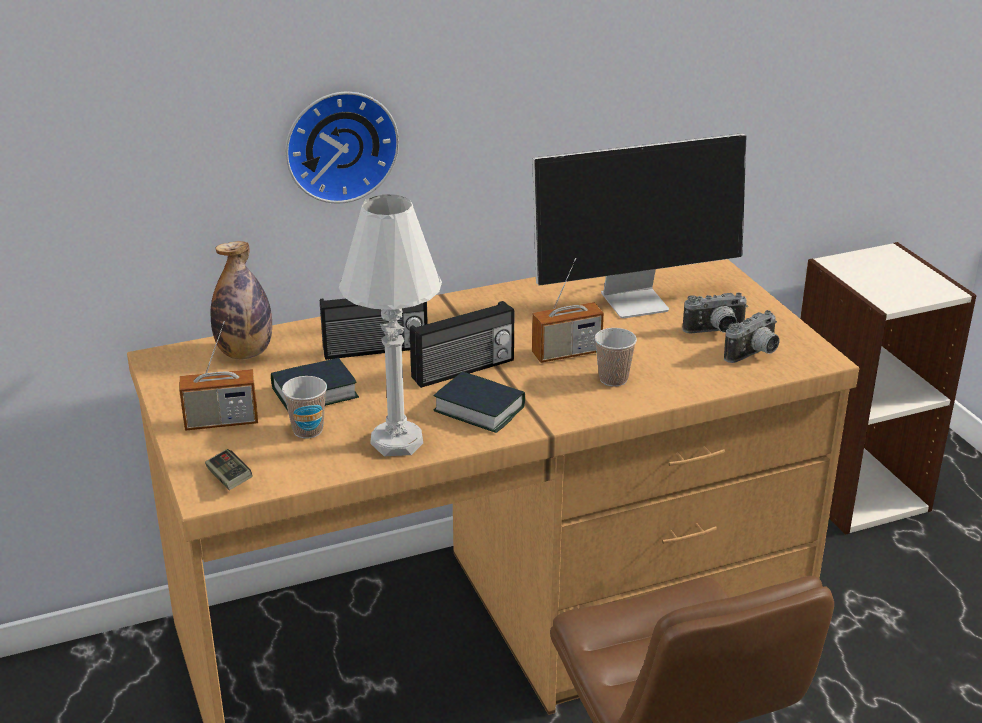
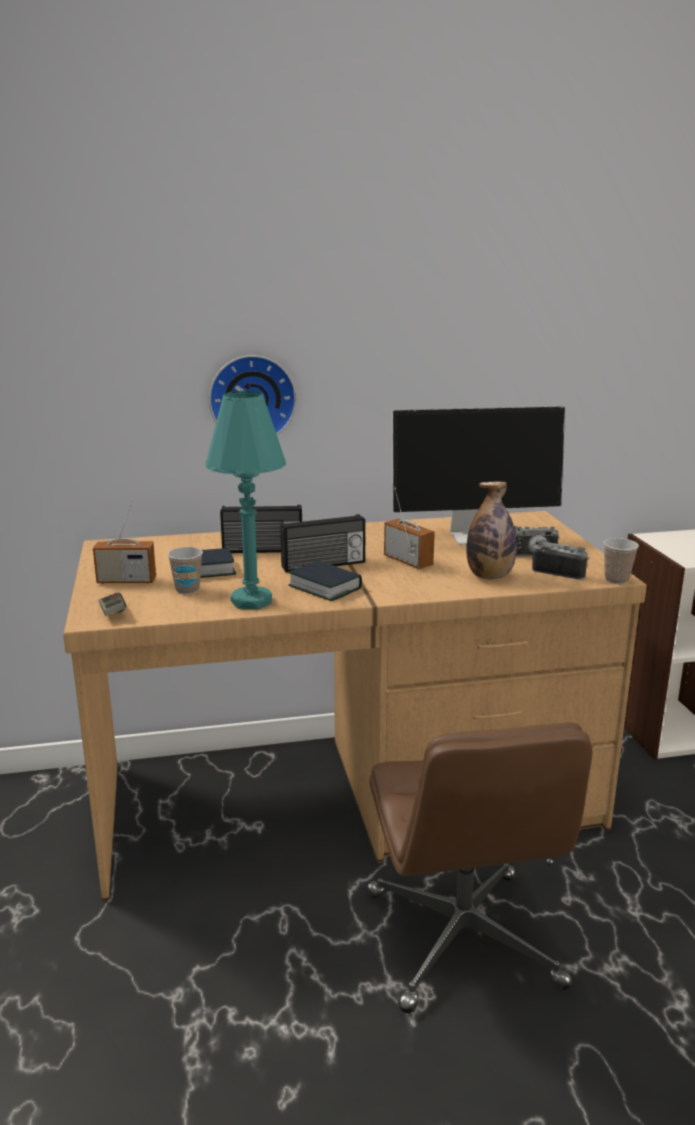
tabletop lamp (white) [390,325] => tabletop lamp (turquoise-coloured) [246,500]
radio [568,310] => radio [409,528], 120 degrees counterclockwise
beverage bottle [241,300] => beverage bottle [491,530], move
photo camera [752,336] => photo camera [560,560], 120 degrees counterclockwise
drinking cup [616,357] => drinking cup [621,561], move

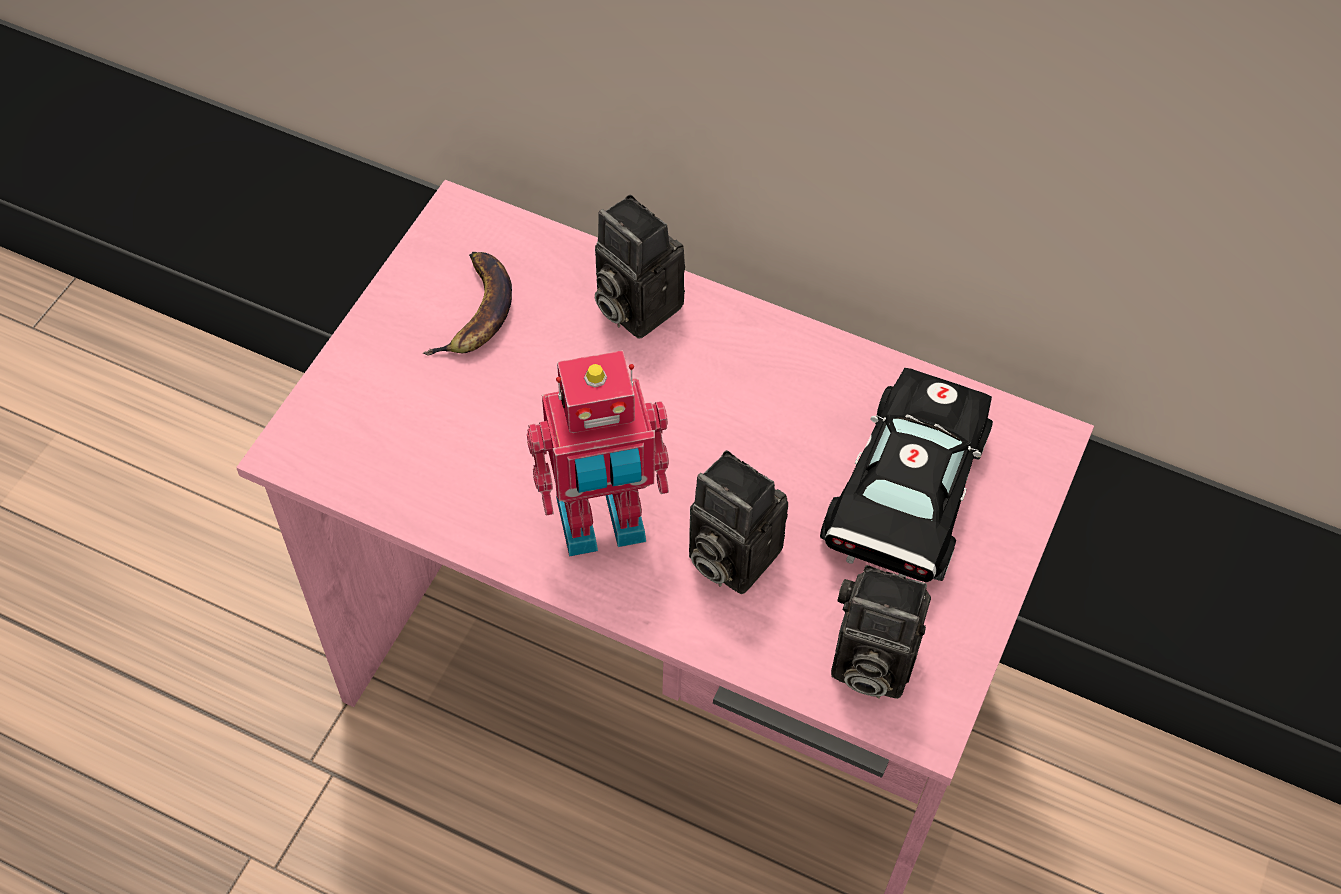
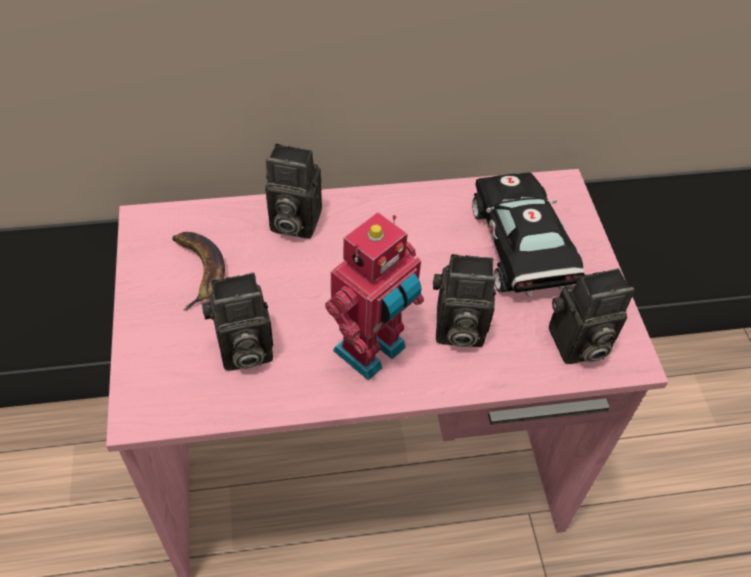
nothing => photo camera [237,321]

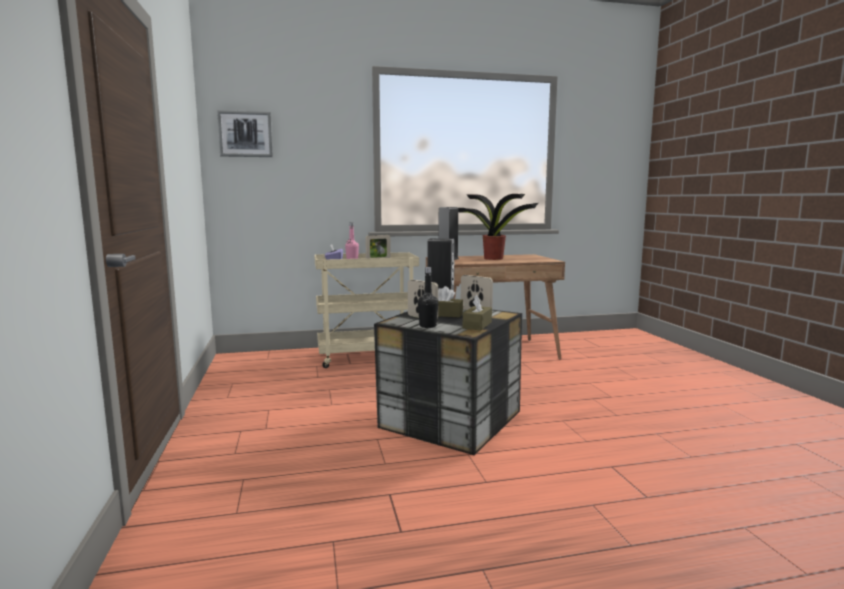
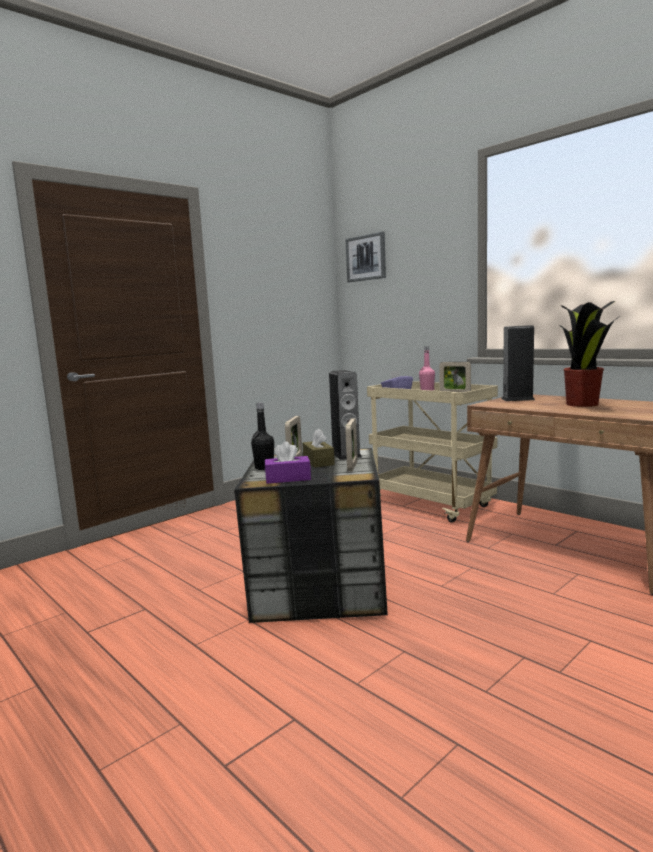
tissue box (brown) [477,312] => tissue box (purplish) [288,463]

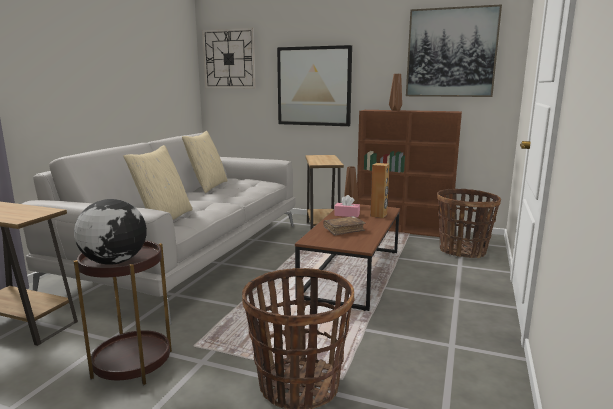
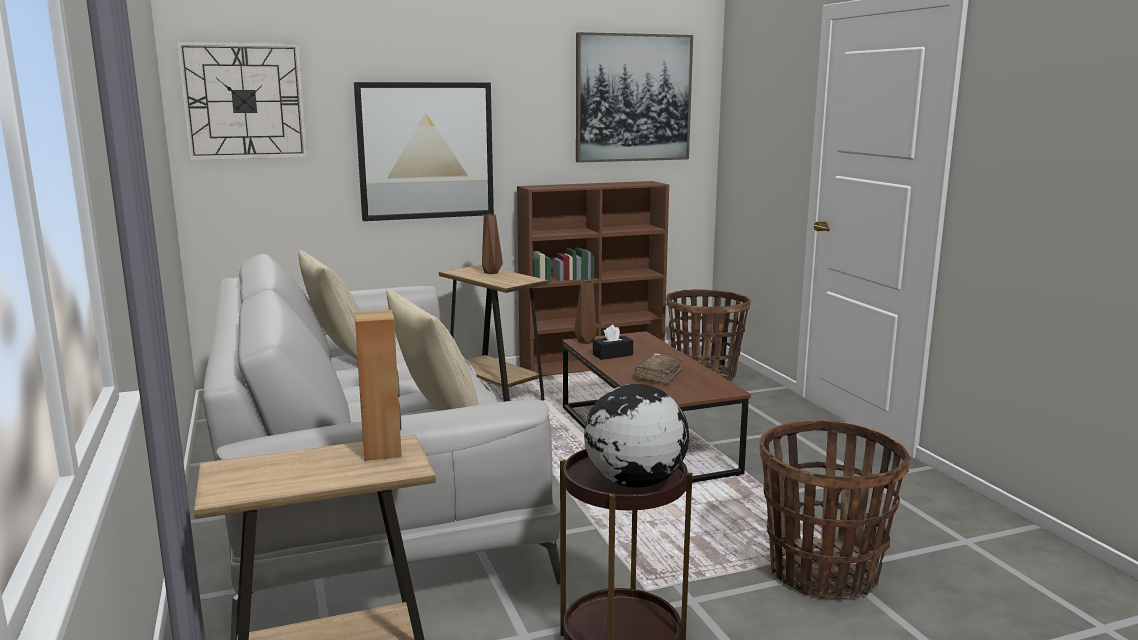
speaker (brown) [380,190] => speaker (brown) [378,385], move
decorative vase (brown) [395,92] => decorative vase (brown) [492,244], move
tissue box (pink-coloured) [347,206] => tissue box (black) [613,342]

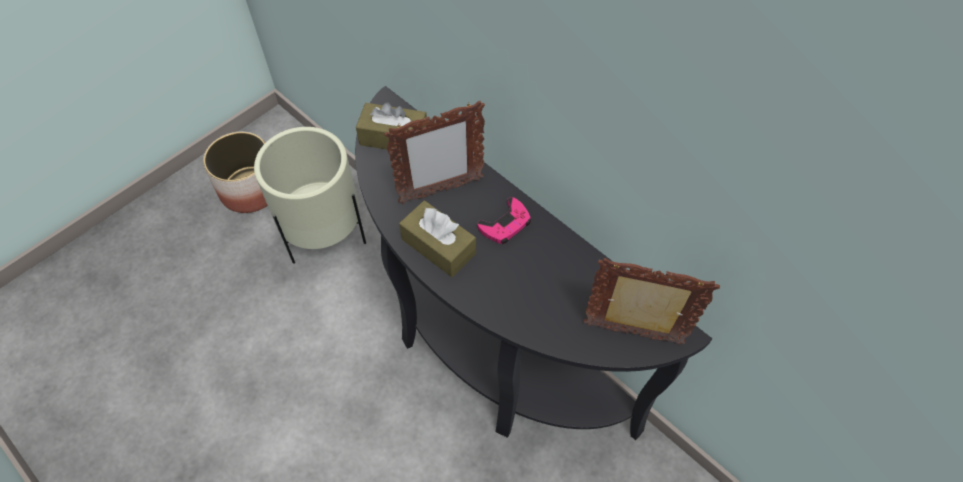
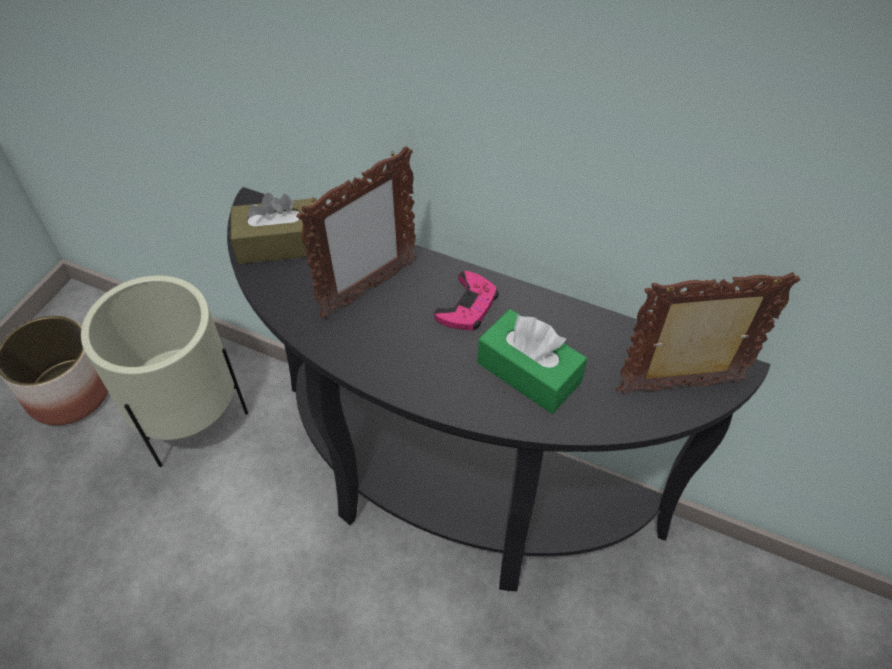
nothing => tissue box (greenish) [532,361]
tissue box (brown) [437,238] => nothing

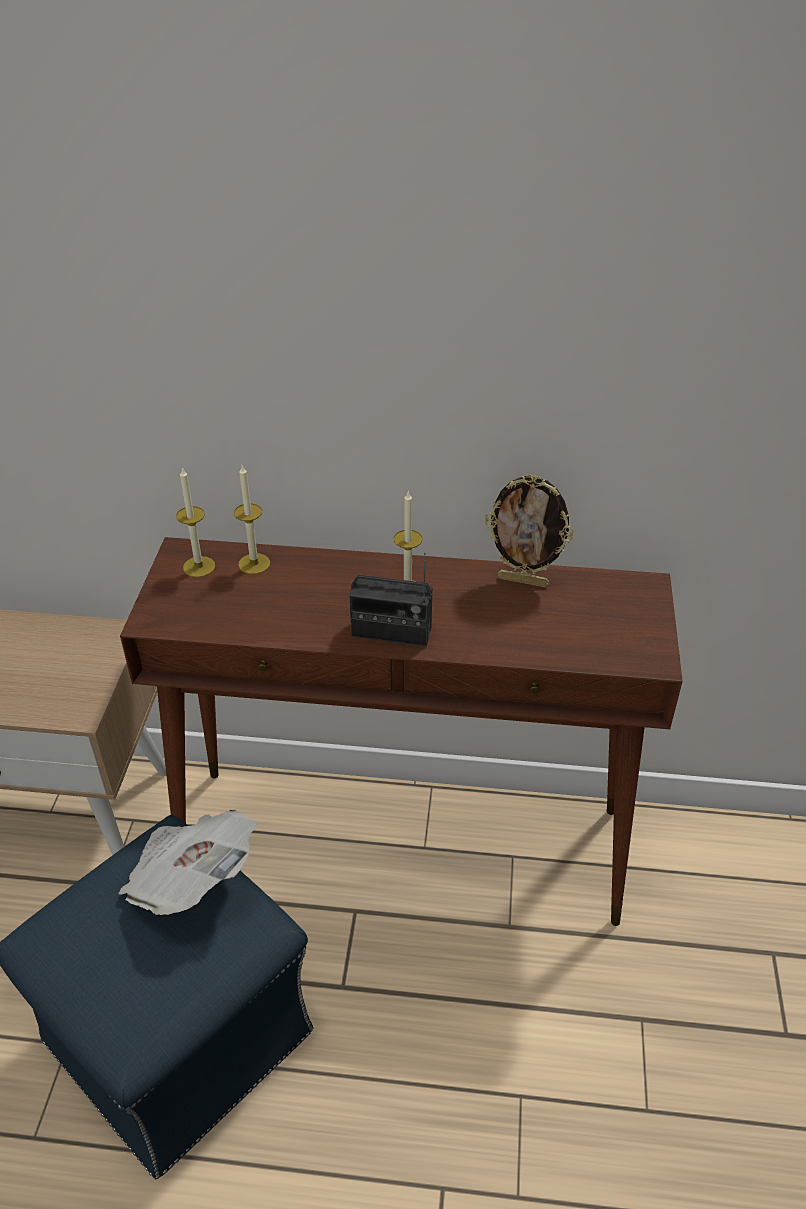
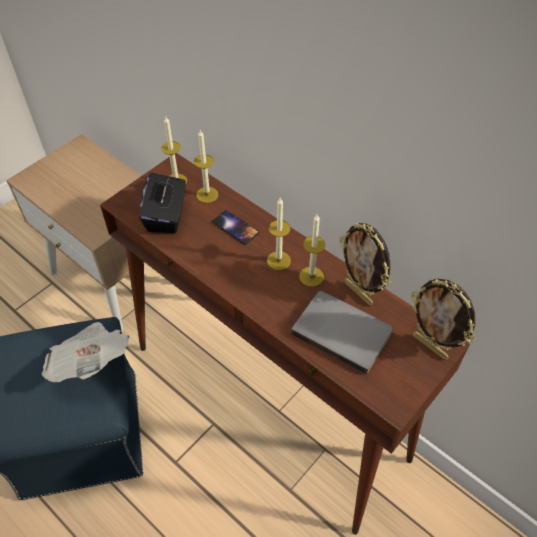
nothing => tissue box (black) [162,203]
nothing => phone [235,227]
nothing => book (grey) [342,333]
nothing => wax candle [312,250]
nothing => standing frame [443,319]
radio [391,599] => nothing

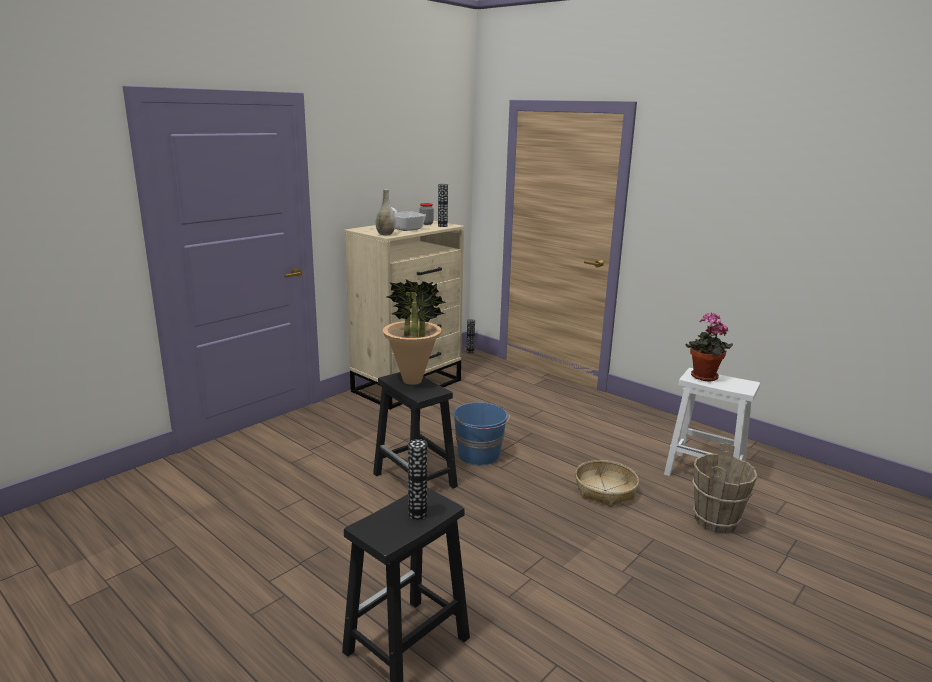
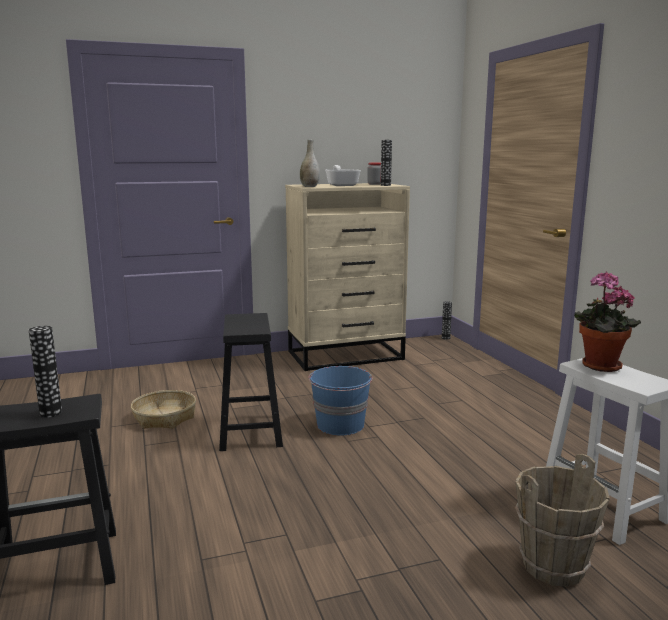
household basket [607,483] => household basket [163,409], move
houseplant [414,332] => nothing

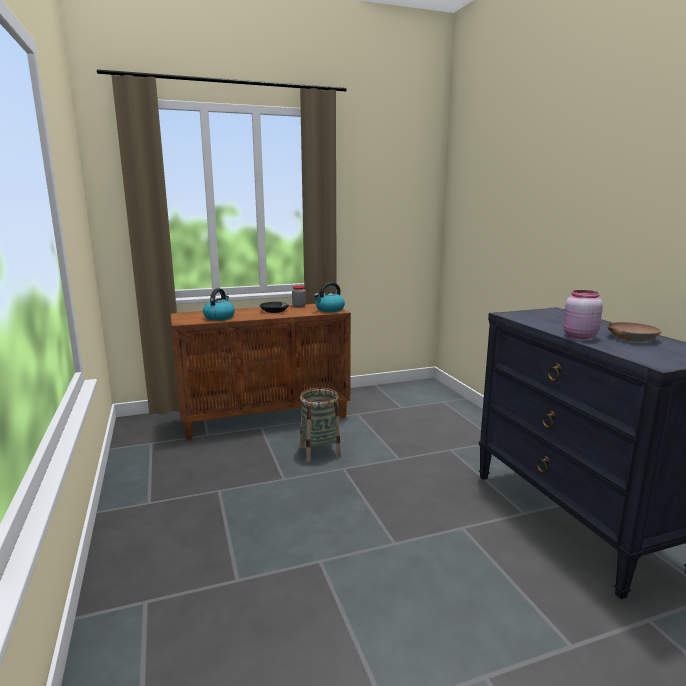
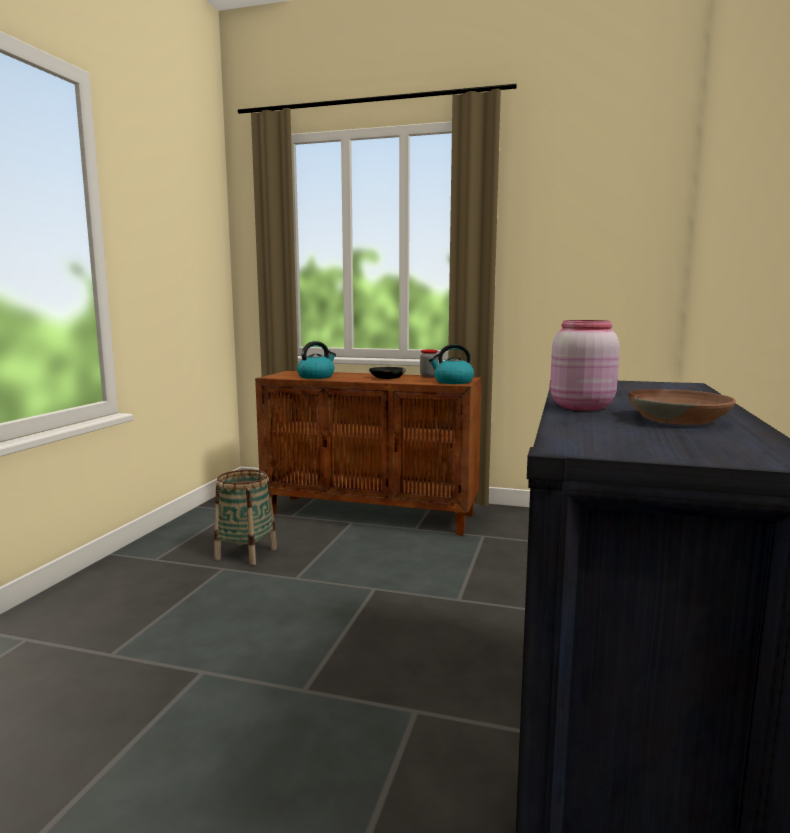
household basket [320,425] => household basket [245,518], move

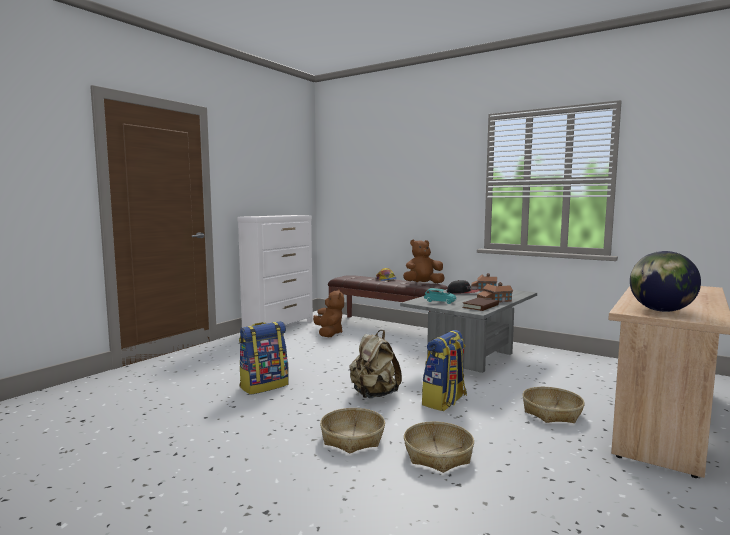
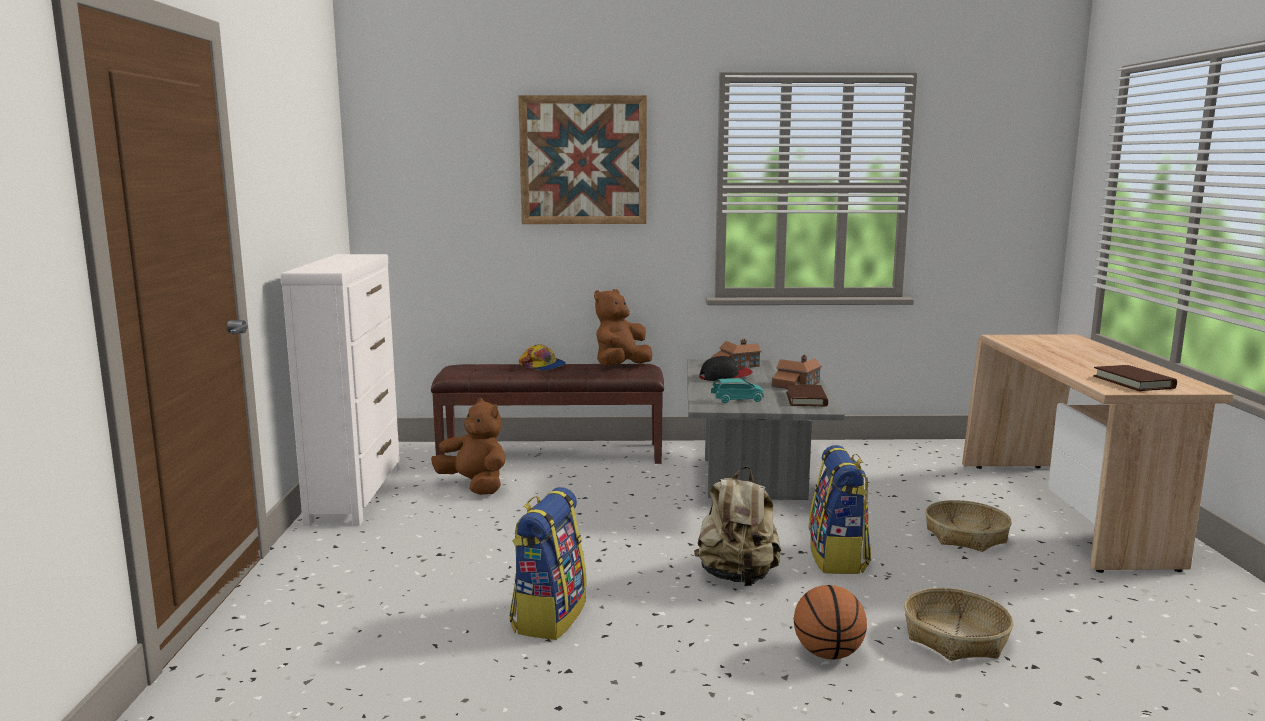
nothing => picture [582,159]
household basket [352,430] => basketball ball [830,622]
globe [665,281] => book (brown) [1135,378]

